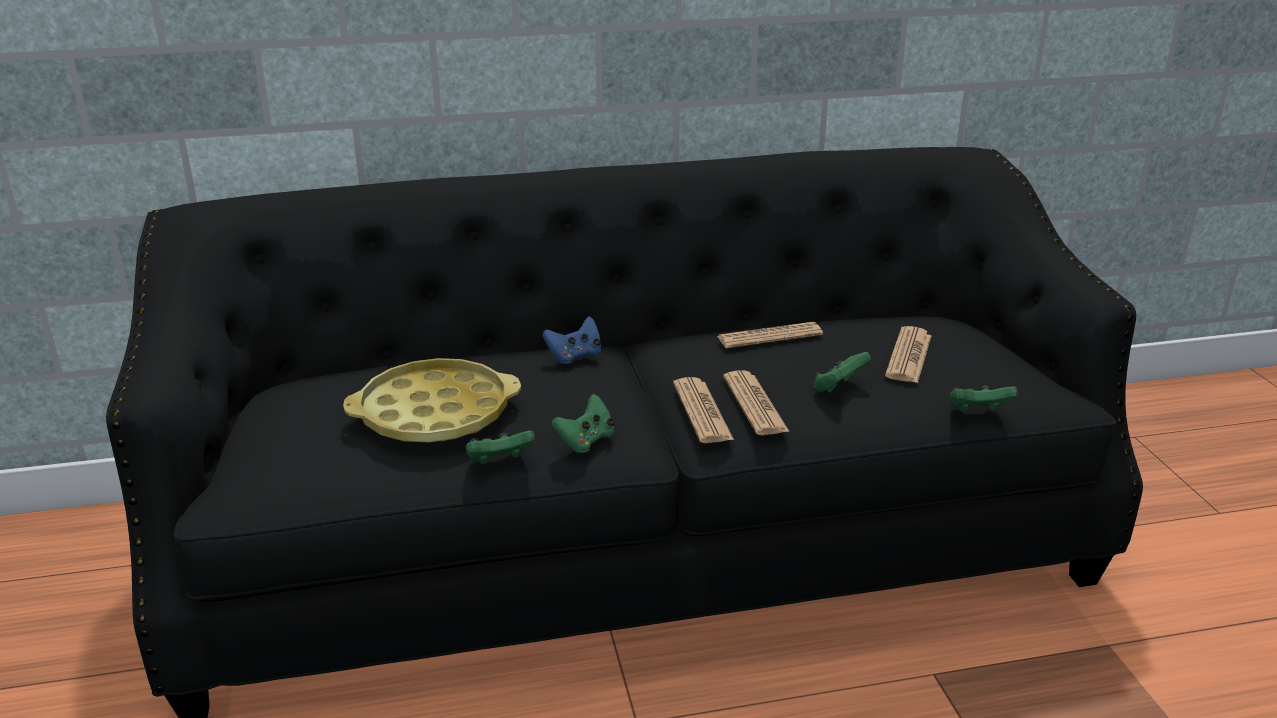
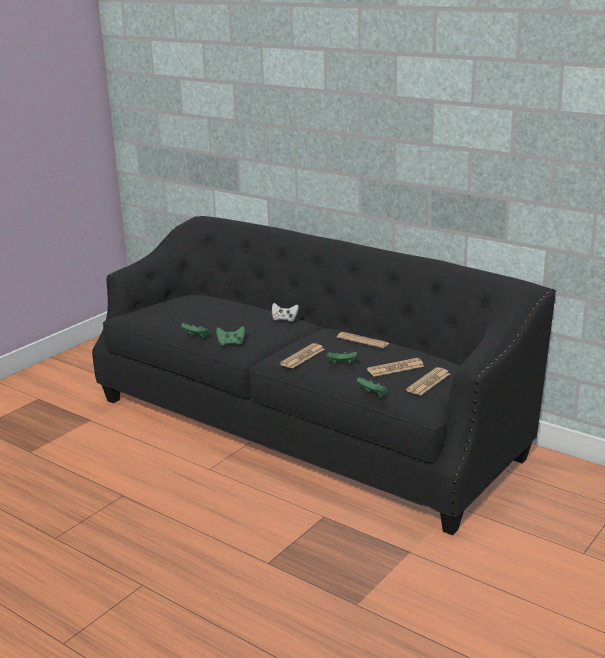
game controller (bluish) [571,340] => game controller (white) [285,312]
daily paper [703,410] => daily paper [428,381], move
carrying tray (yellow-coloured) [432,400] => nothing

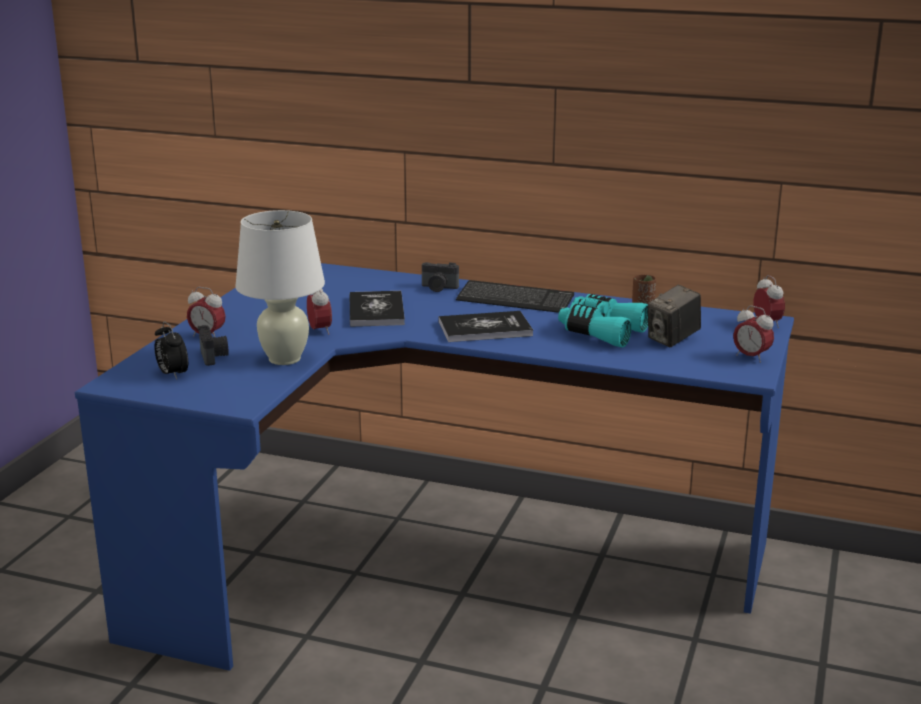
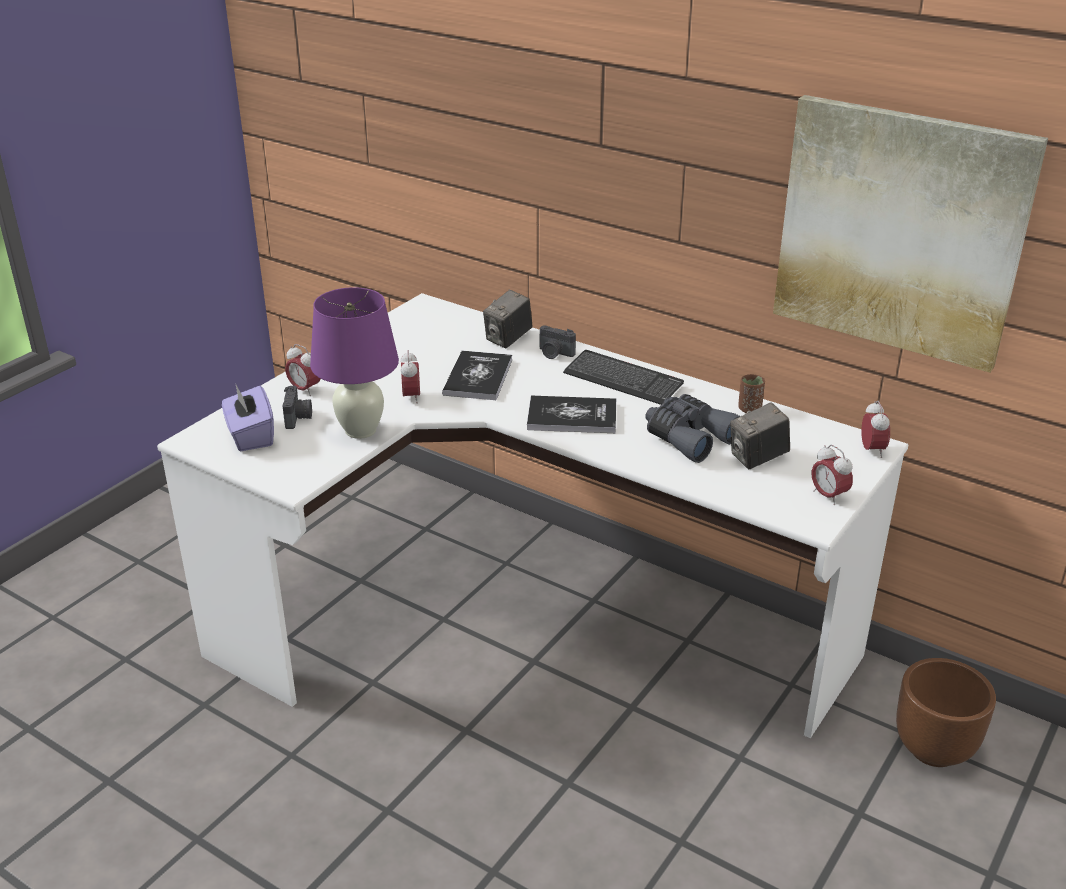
desk table (bluish) [434,467] => desk table (white) [532,515]
bedside clock [171,350] => tissue box (purplish) [248,418]
tabletop lamp (white) [280,287] => tabletop lamp (purplish) [354,363]
nothing => photo camera [507,319]
binoculars (turquoise-coloured) [603,321] => binoculars (grey) [692,428]
nothing => picture [910,234]
nothing => flower pot (brown) [946,712]

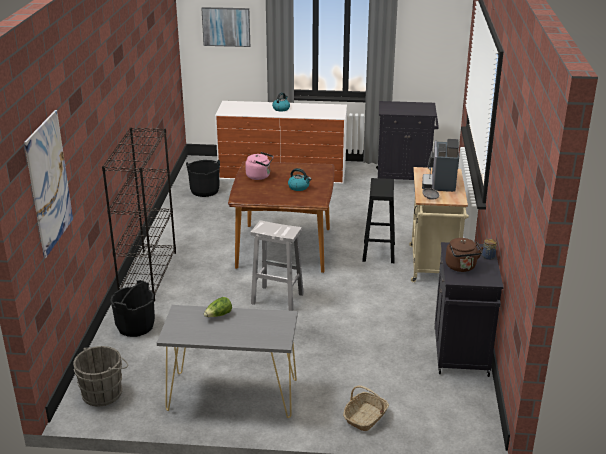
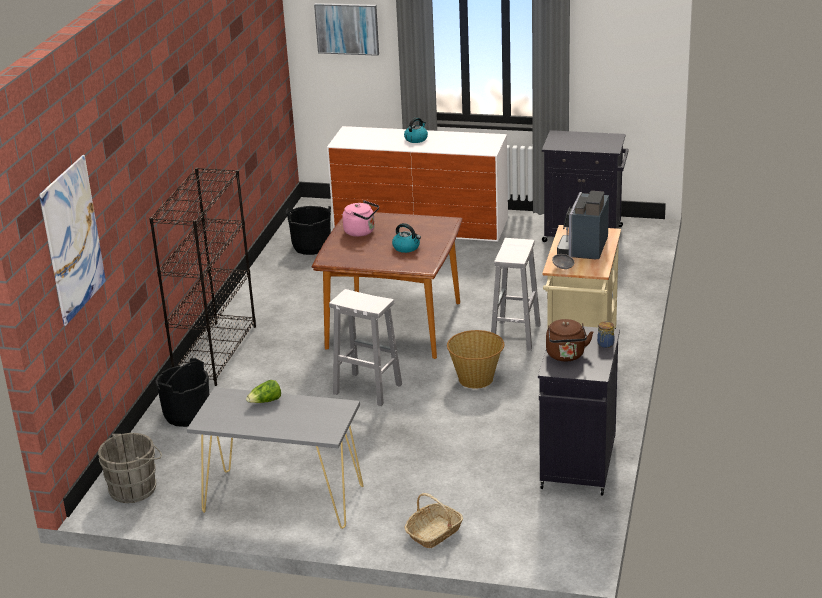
nothing => household basket [475,359]
stool seat (black) [378,220] => stool seat (white) [516,294]

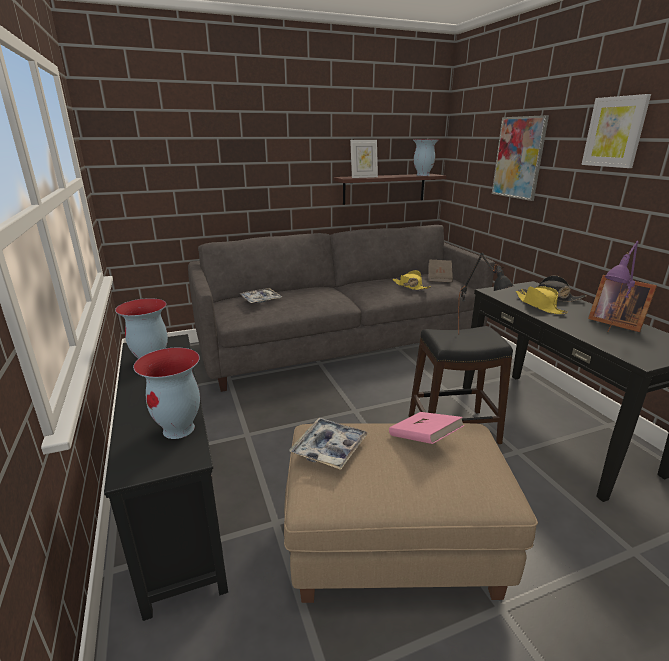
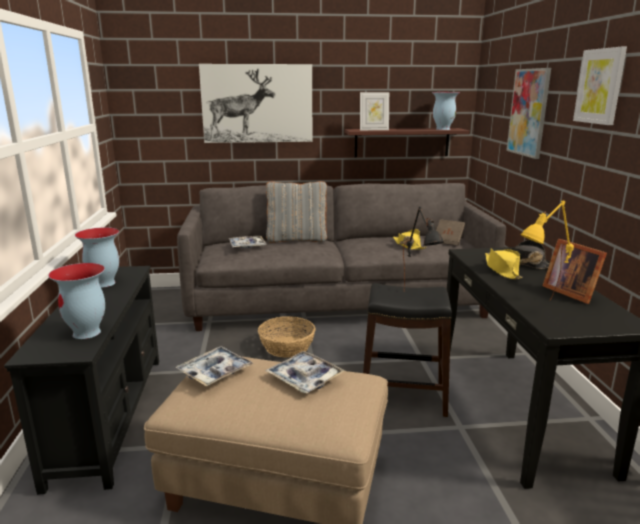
nothing => picture [255,103]
nothing => household basket [287,337]
book (pink-coloured) [426,428] => carrying tray [305,372]
nothing => throw pillow (grey) [296,212]
tabletop lamp (purplish) [622,286] => tabletop lamp (yellow-coloured) [547,250]

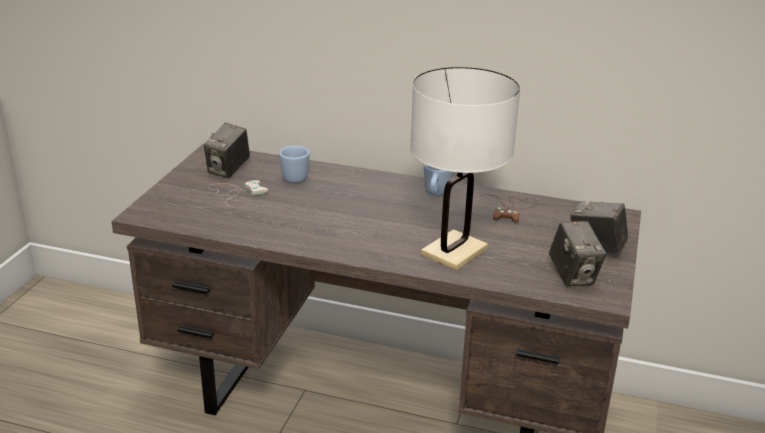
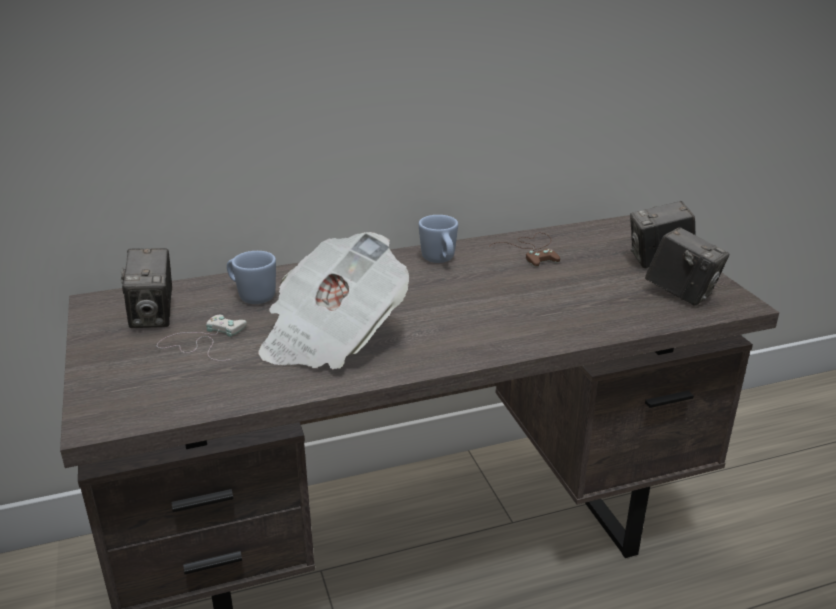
nothing => daily paper [333,300]
tabletop lamp (white) [465,169] => nothing

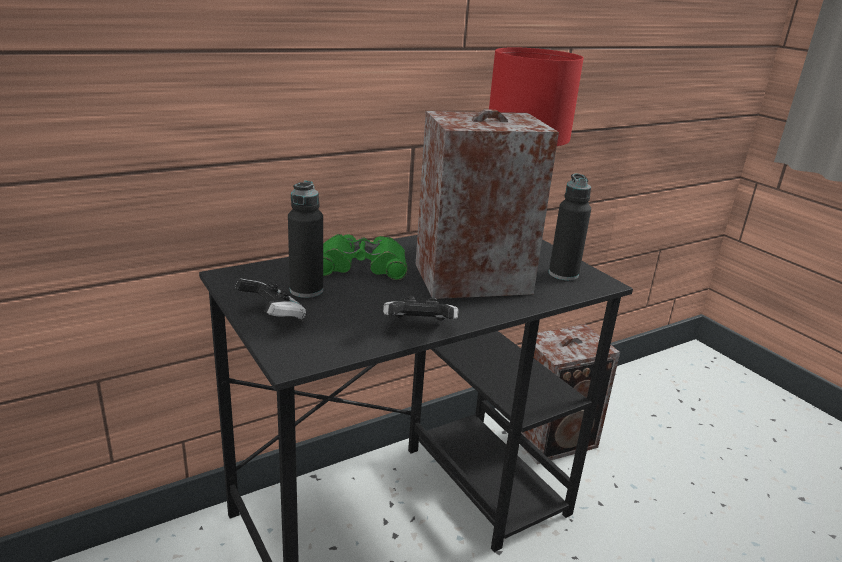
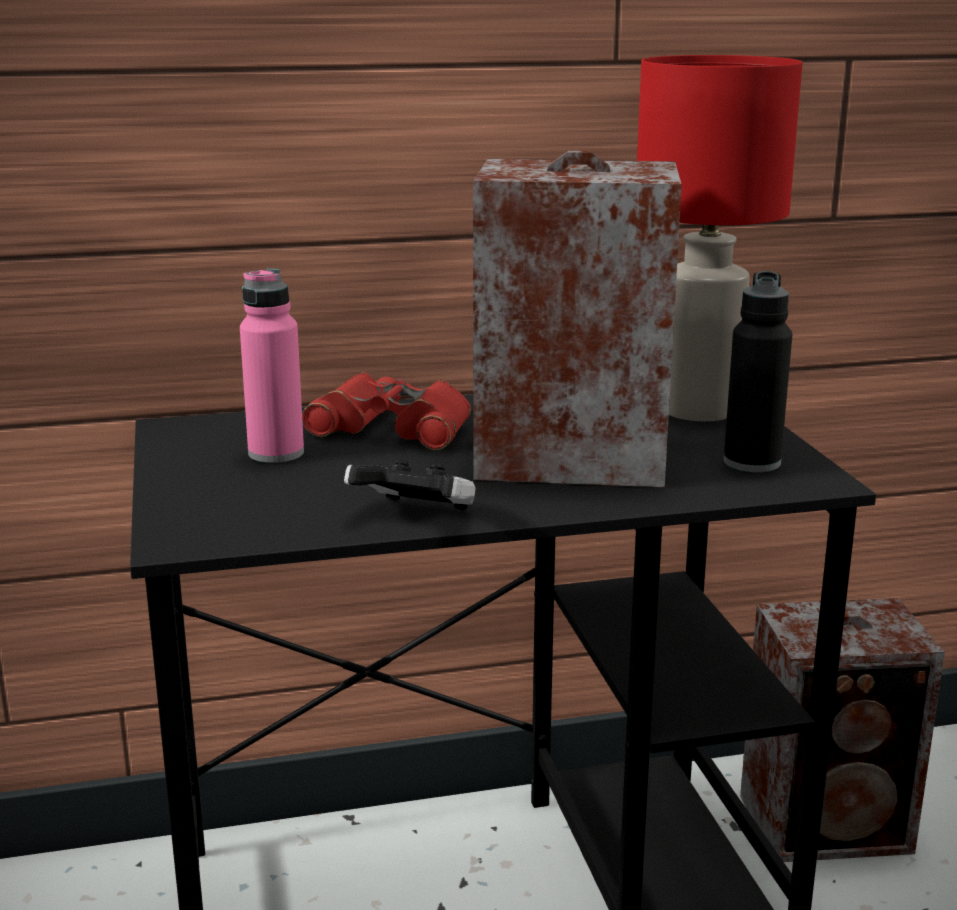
beverage bottle (black) [305,239] => beverage bottle (pink-coloured) [272,365]
binoculars (greenish) [365,257] => binoculars (reddish) [386,411]
game controller [271,299] => nothing

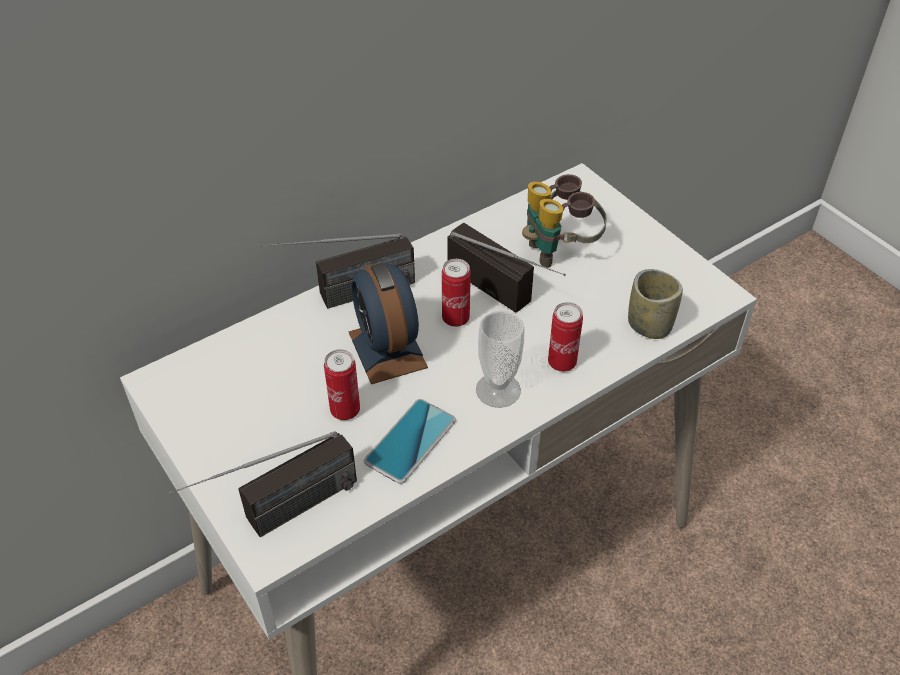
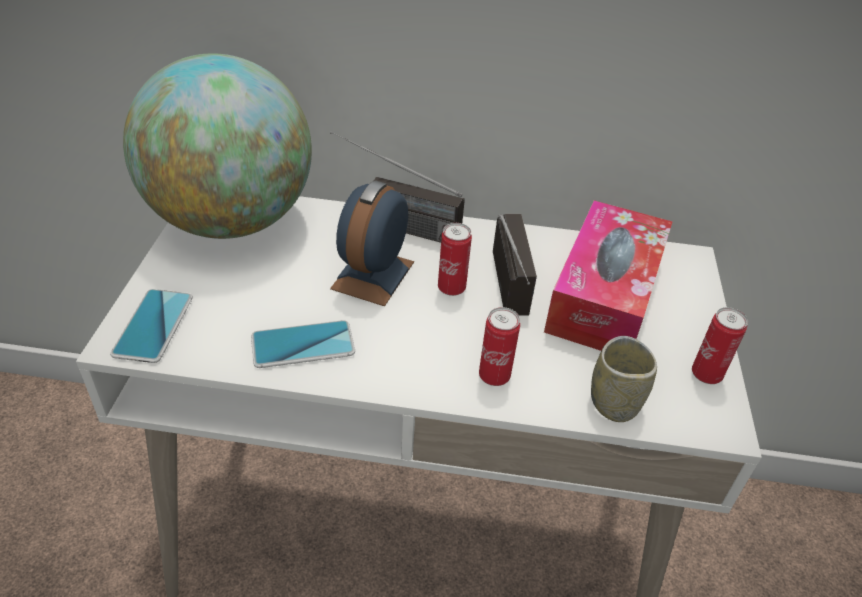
radio [263,484] => phone [151,326]
nothing => globe [217,146]
binoculars [564,221] => tissue box [608,275]
metal can [342,384] => metal can [720,345], move
drinking cup [500,359] => nothing

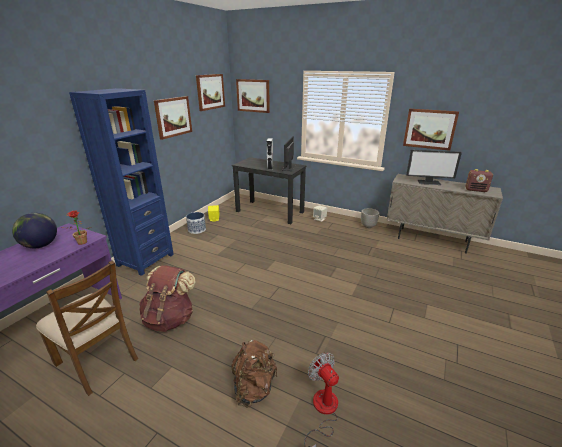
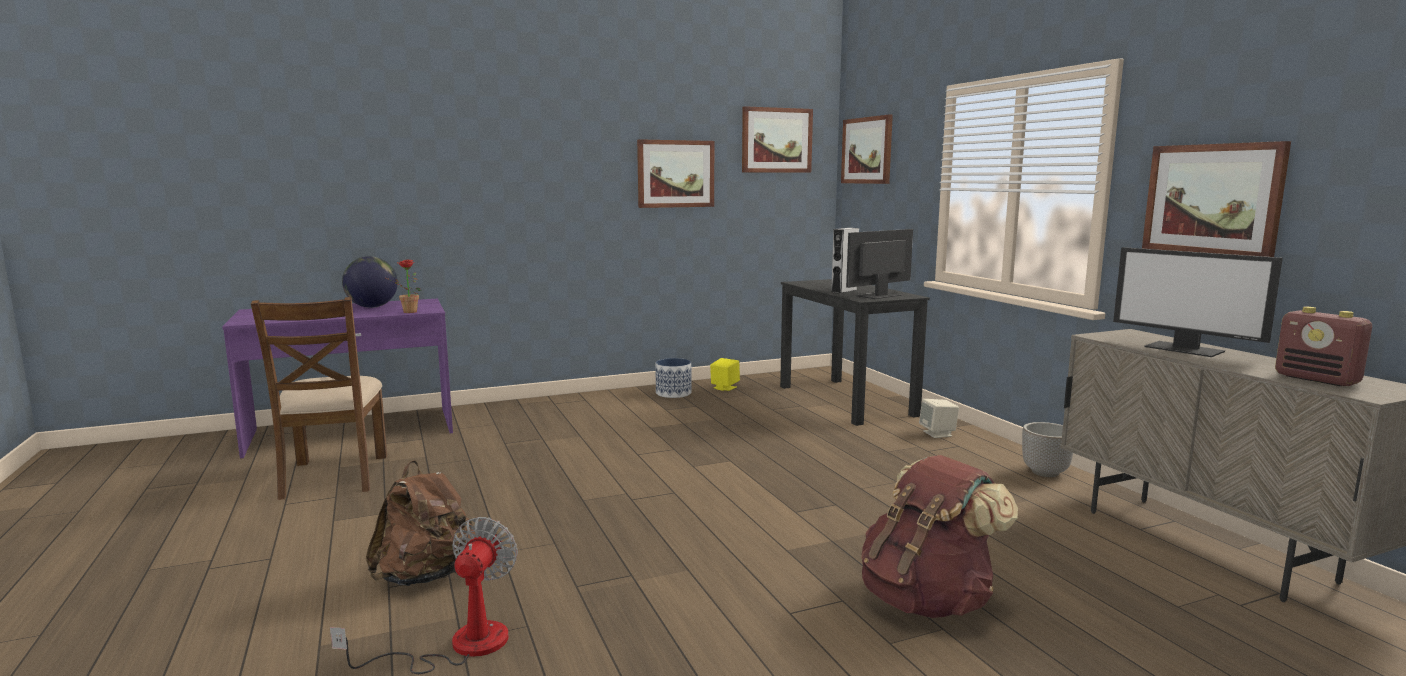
backpack (brown) [167,298] => backpack (brown) [939,536], move
bookcase (bluish) [121,182] => nothing

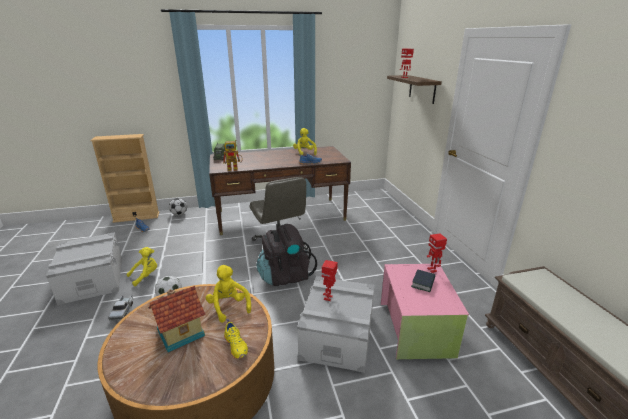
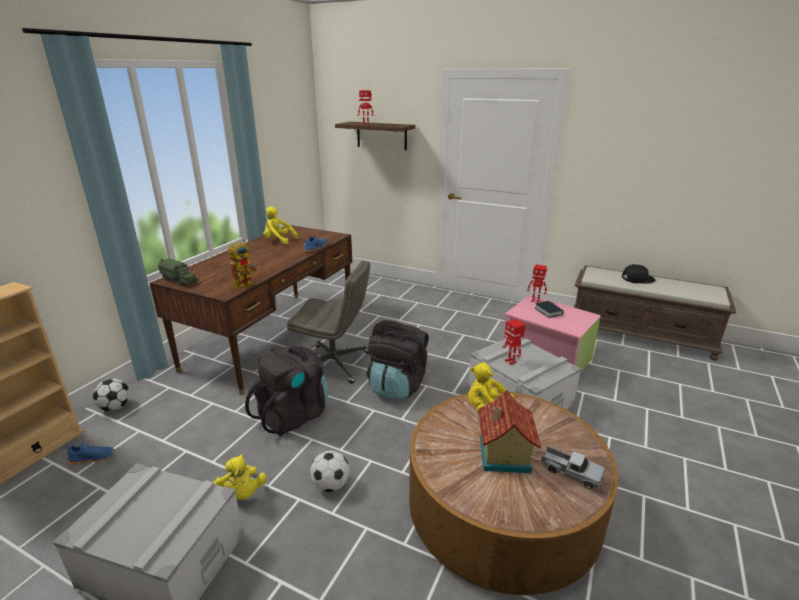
soft toy (yellow-coloured) [142,266] => soft toy (yellow-coloured) [240,477], 150 degrees clockwise
nothing => backpack (black) [286,391]
model truck [120,308] => model truck [573,467], move
nothing => baseball cap (black) [638,273]
item of footwear (yellow-coloured) [236,339] => nothing

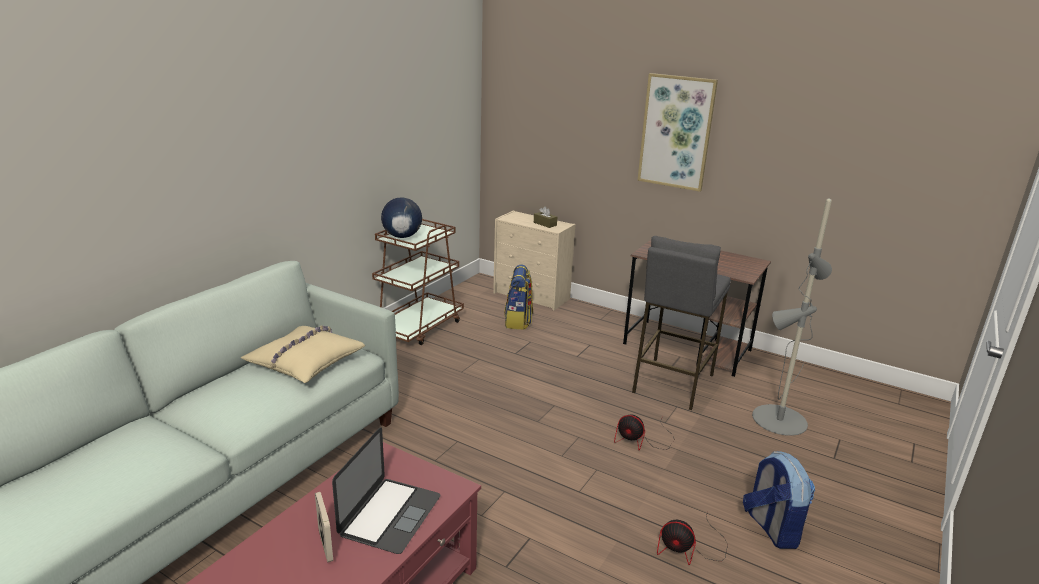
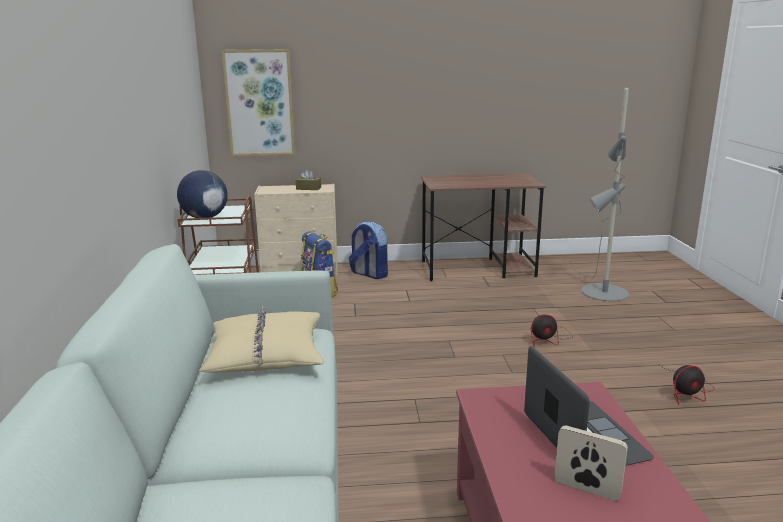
picture [677,132] => picture [258,102], move
backpack [779,500] => backpack [368,250], move
stool seat (grey) [681,323] => nothing

